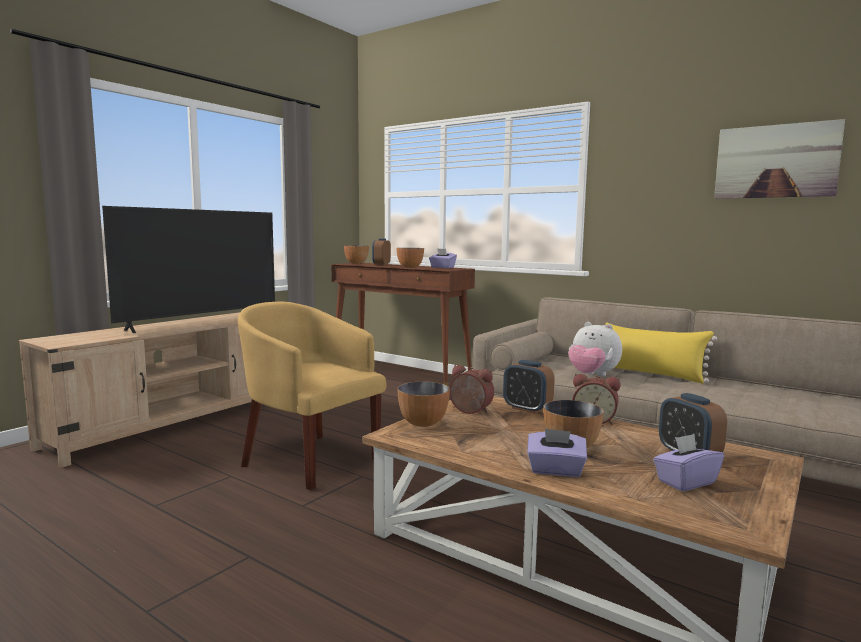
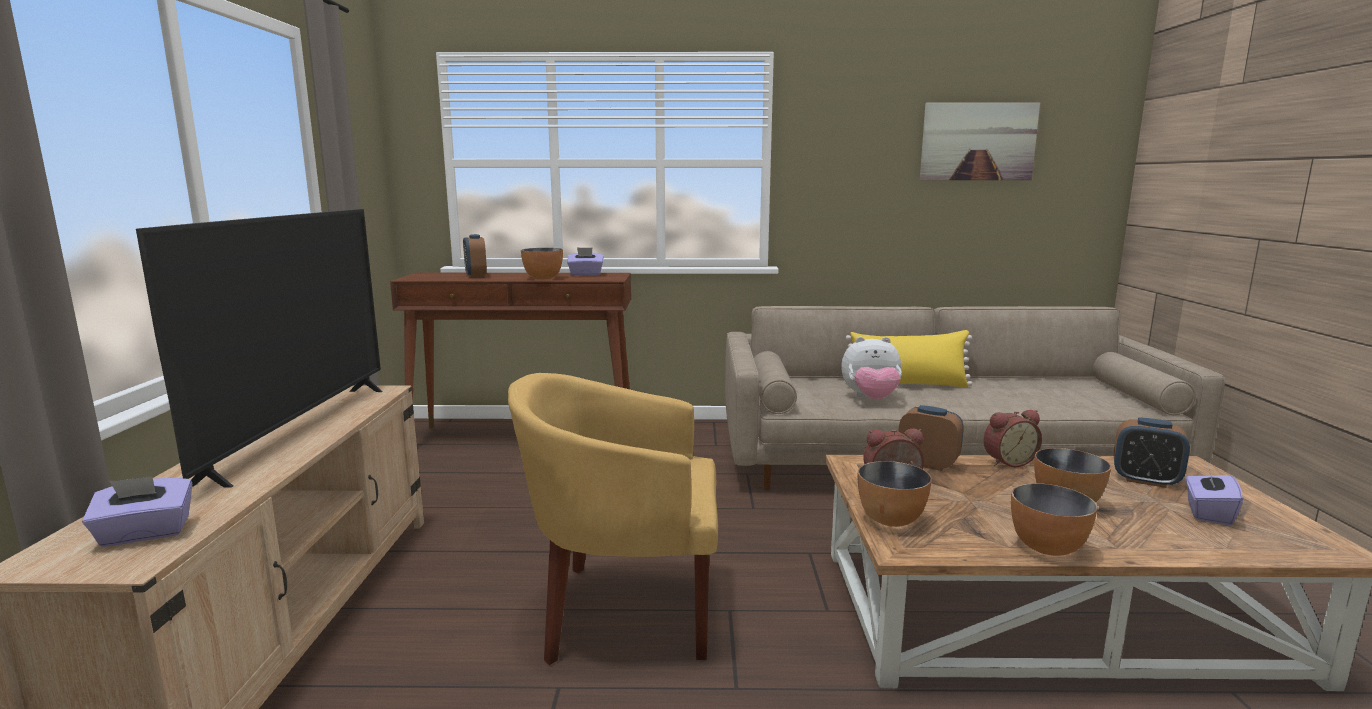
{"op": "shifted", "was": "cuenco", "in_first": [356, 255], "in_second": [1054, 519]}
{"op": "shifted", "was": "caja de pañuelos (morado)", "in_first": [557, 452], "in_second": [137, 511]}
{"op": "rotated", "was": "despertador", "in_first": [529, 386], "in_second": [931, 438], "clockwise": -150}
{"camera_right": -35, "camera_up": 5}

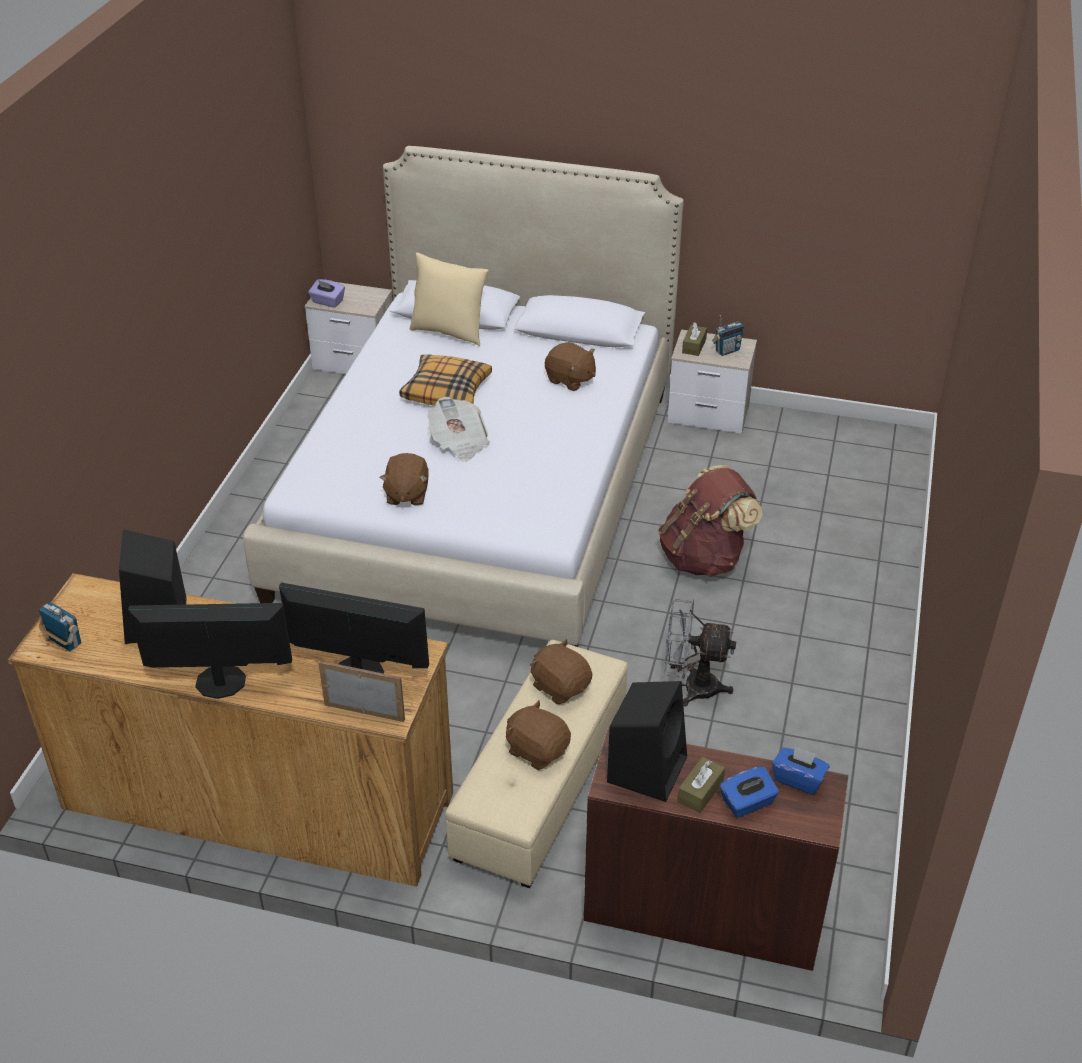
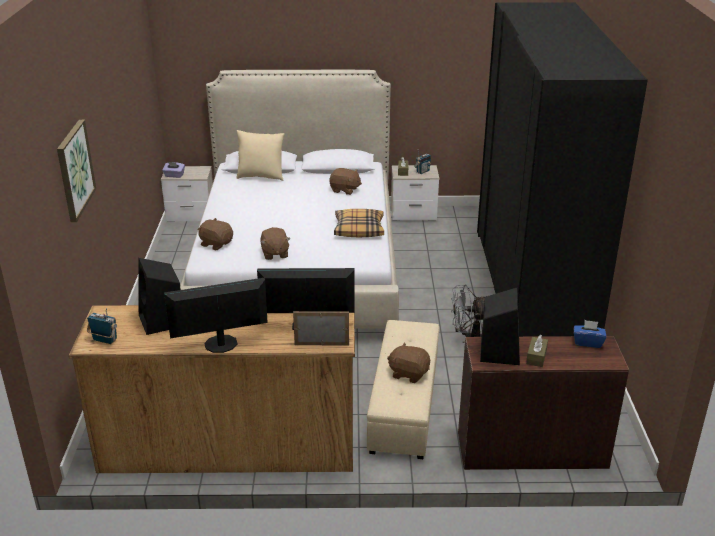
{"op": "gone", "was": "periódico", "in_first": [458, 429]}
{"op": "gone", "was": "mochila (marrón)", "in_first": [710, 521]}
{"op": "gone", "was": "caja de pañuelos (azul)", "in_first": [749, 792]}
{"op": "new", "now": "cuadro", "in_second": [76, 171]}
{"op": "new", "now": "armario ropero (negro)", "in_second": [562, 169]}
{"op": "shifted", "was": "cojín", "in_first": [445, 380], "in_second": [359, 223]}
{"op": "shifted", "was": "peluche (marrón)", "in_first": [561, 671], "in_second": [215, 234]}
{"camera_right": -15, "camera_up": -10}

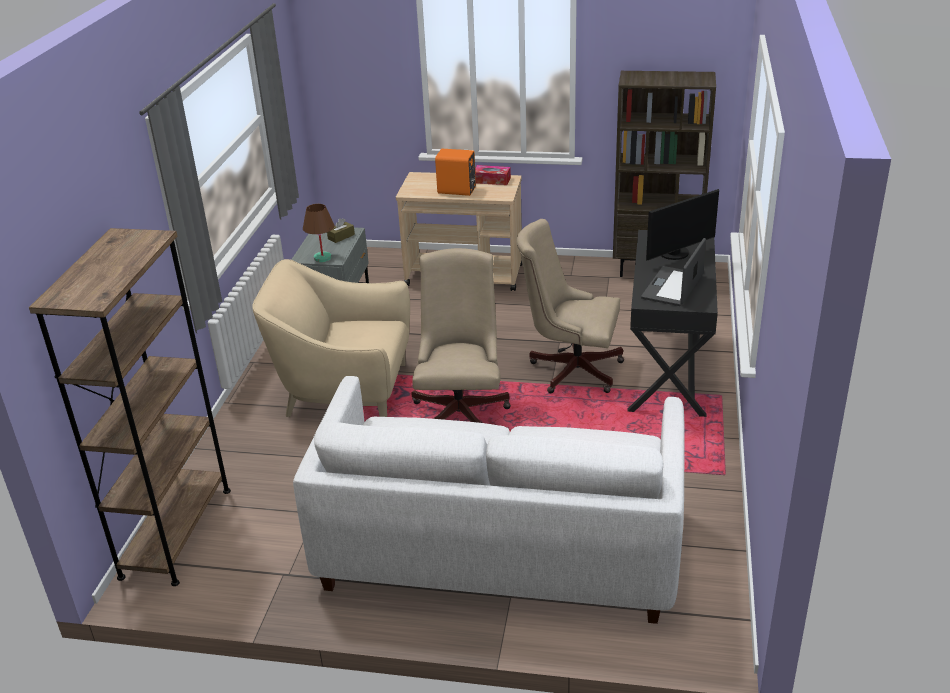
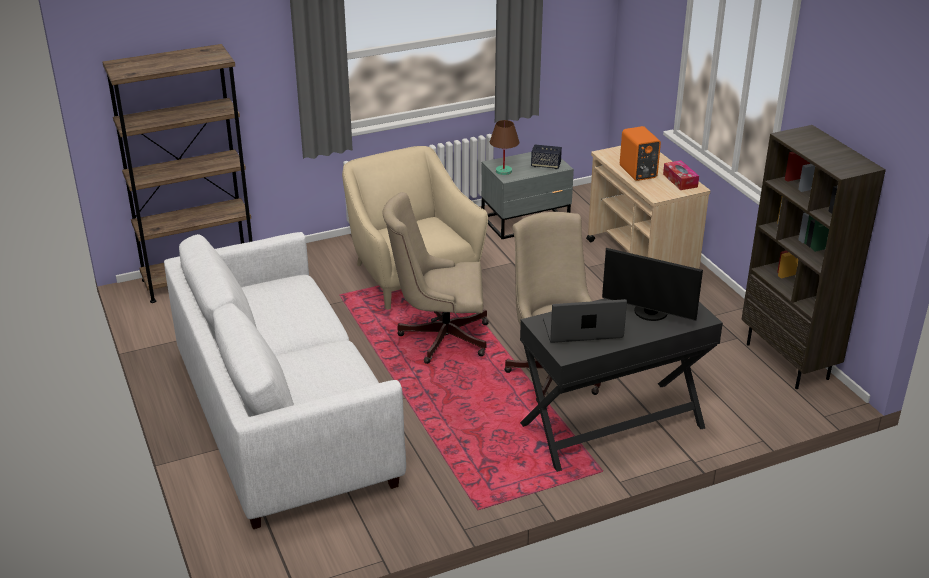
{"op": "swapped", "was": "caja de pañuelos (marrón)", "now": "altavoz", "in_first": [341, 230], "in_second": [546, 156]}
{"op": "rotated", "was": "silla de oficina (beis)", "in_first": [461, 335], "in_second": [435, 278], "clockwise": -150}
{"camera_right": 55, "camera_up": 0}

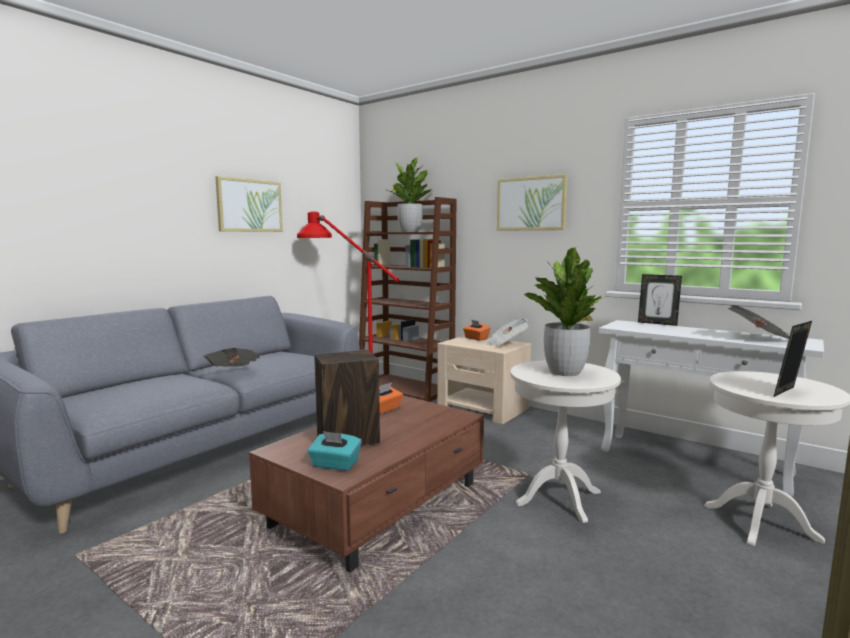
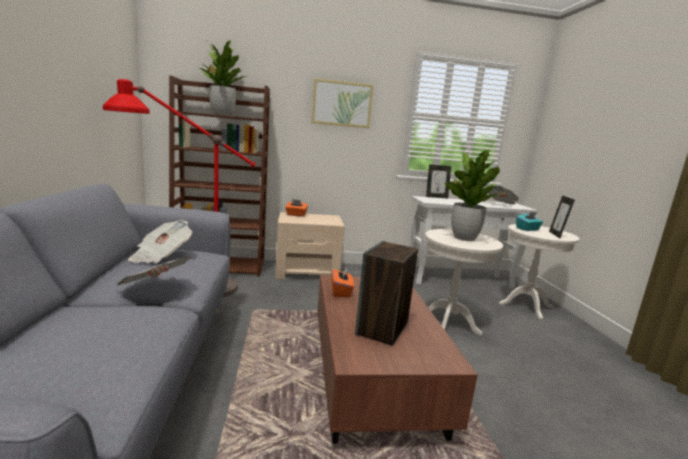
{"op": "gone", "was": "cuadro", "in_first": [249, 204]}
{"op": "shifted", "was": "caja de pañuelos (turquesa)", "in_first": [335, 451], "in_second": [529, 221]}
{"op": "shifted", "was": "periódico", "in_first": [506, 332], "in_second": [160, 241]}
{"camera_right": -45, "camera_up": 5}

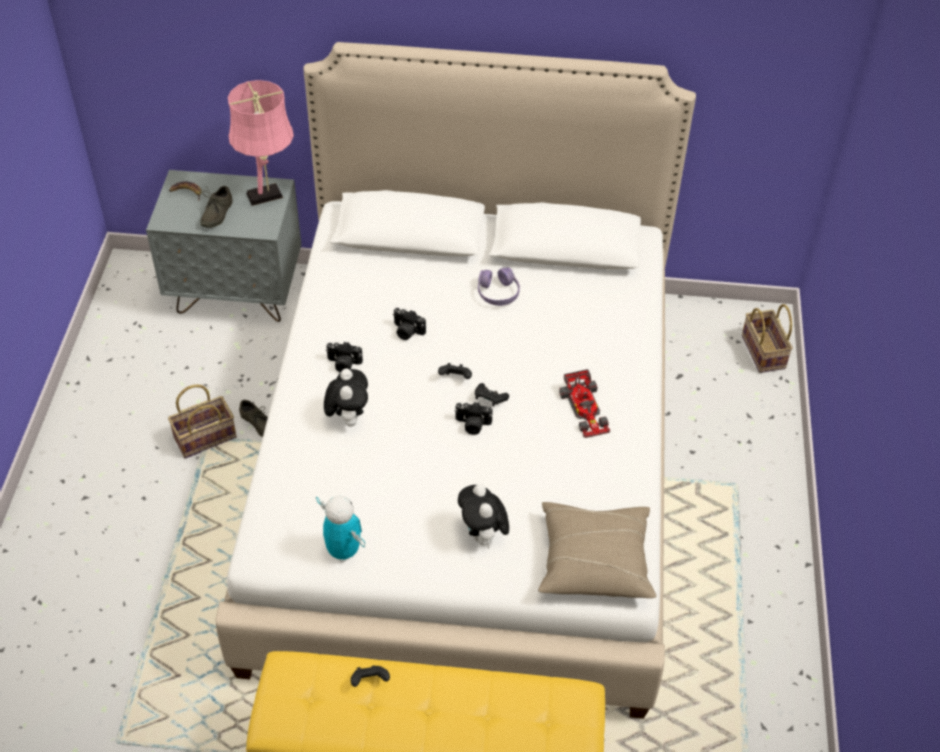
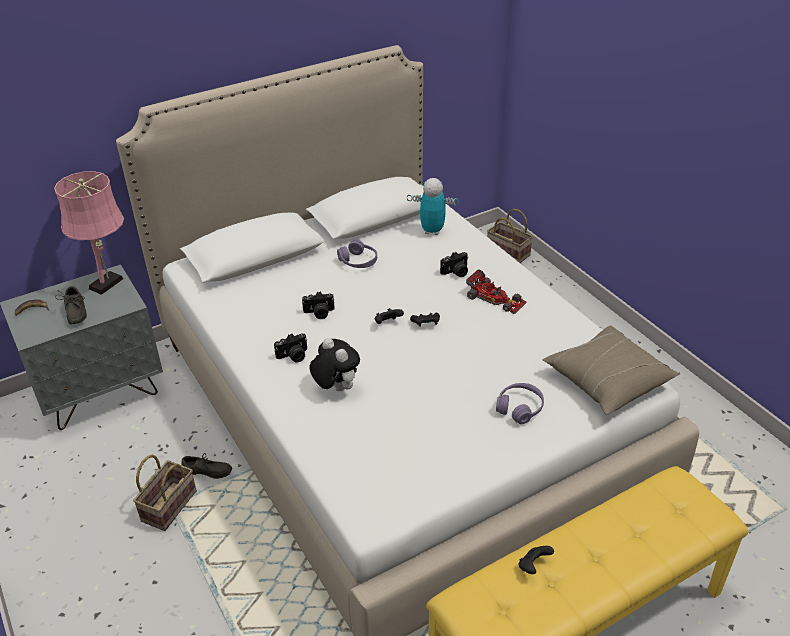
{"op": "shifted", "was": "robot de juguete", "in_first": [340, 529], "in_second": [433, 206]}
{"op": "shifted", "was": "cámara", "in_first": [474, 418], "in_second": [454, 264]}
{"op": "swapped", "was": "peluche", "now": "auriculares (morado)", "in_first": [483, 517], "in_second": [520, 403]}
{"camera_right": -35, "camera_up": -10}

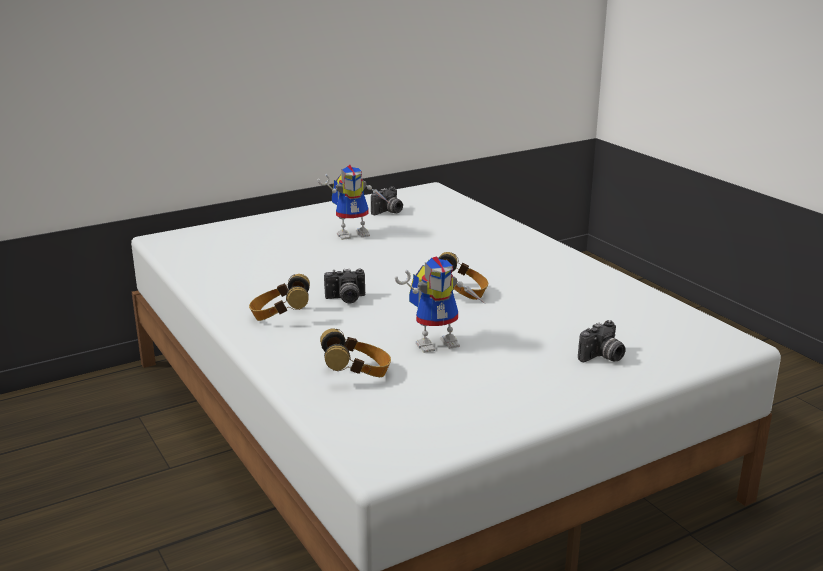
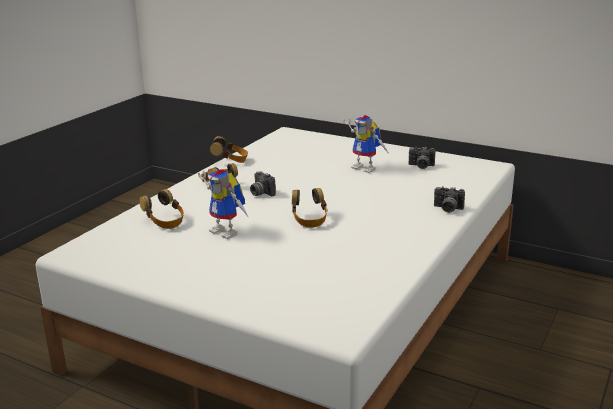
{"op": "new", "now": "auriculares", "in_second": [229, 149]}
{"op": "shifted", "was": "cámara", "in_first": [602, 341], "in_second": [449, 199]}
{"camera_right": 60, "camera_up": 0}

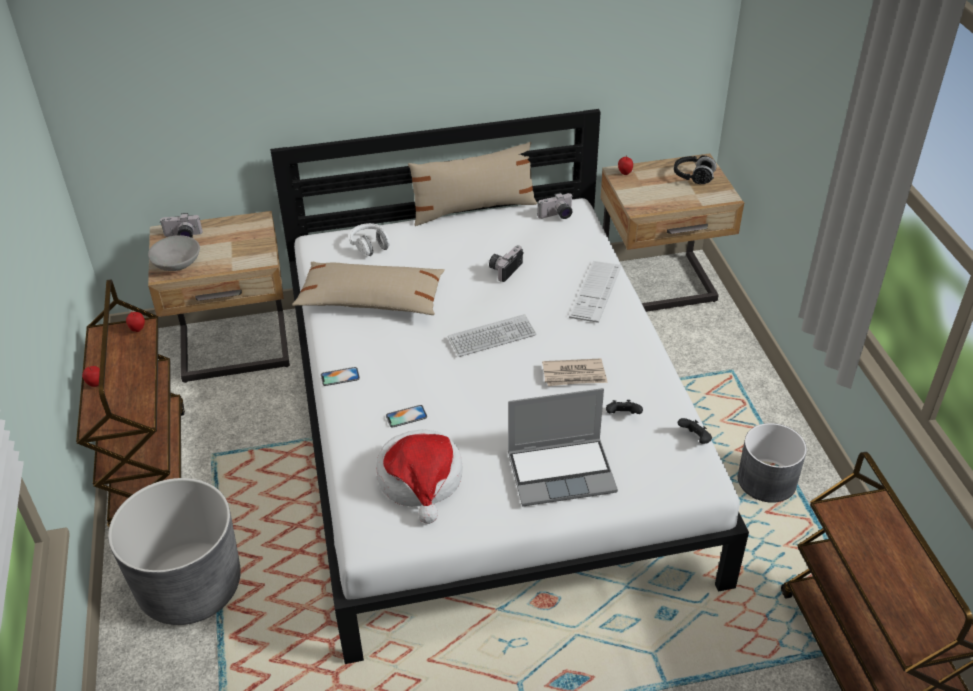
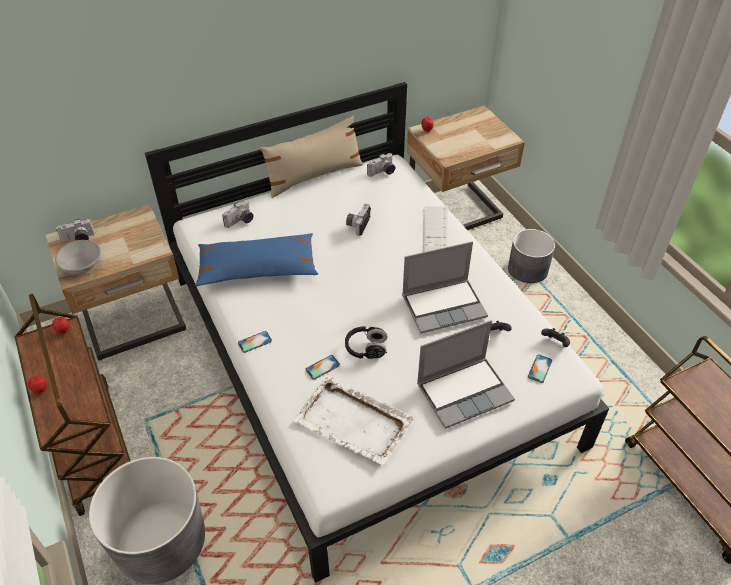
{"op": "gone", "was": "teclado", "in_first": [492, 335]}
{"op": "new", "now": "móvil", "in_second": [540, 368]}
{"op": "shifted", "was": "auriculares (negro)", "in_first": [695, 169], "in_second": [366, 342]}
{"op": "shifted", "was": "maceta (gris)", "in_first": [772, 463], "in_second": [531, 256]}
{"op": "swapped", "was": "auriculares (blanco)", "now": "cámara", "in_first": [369, 239], "in_second": [237, 214]}
{"op": "swapped", "was": "sombrero", "now": "bandeja (blanco)", "in_first": [419, 476], "in_second": [353, 420]}
{"op": "swapped", "was": "periódico", "now": "portátil", "in_first": [575, 372], "in_second": [445, 288]}
{"op": "repainted", "was": "cojín (beis)", "now": "cojín (azul)", "in_first": [368, 288], "in_second": [256, 259]}
{"camera_right": -15, "camera_up": 5}

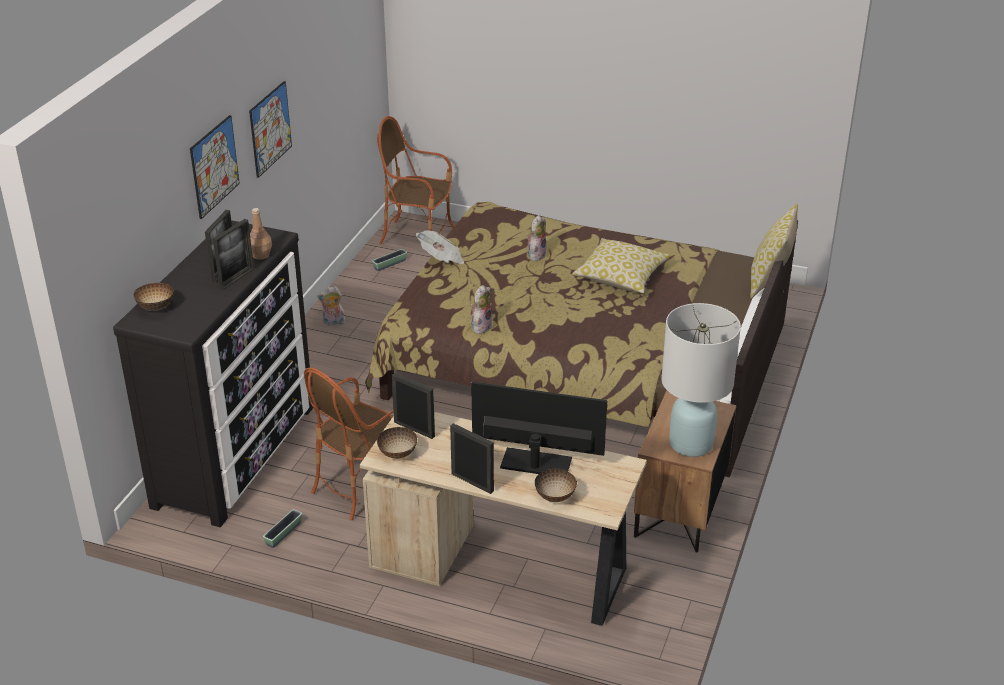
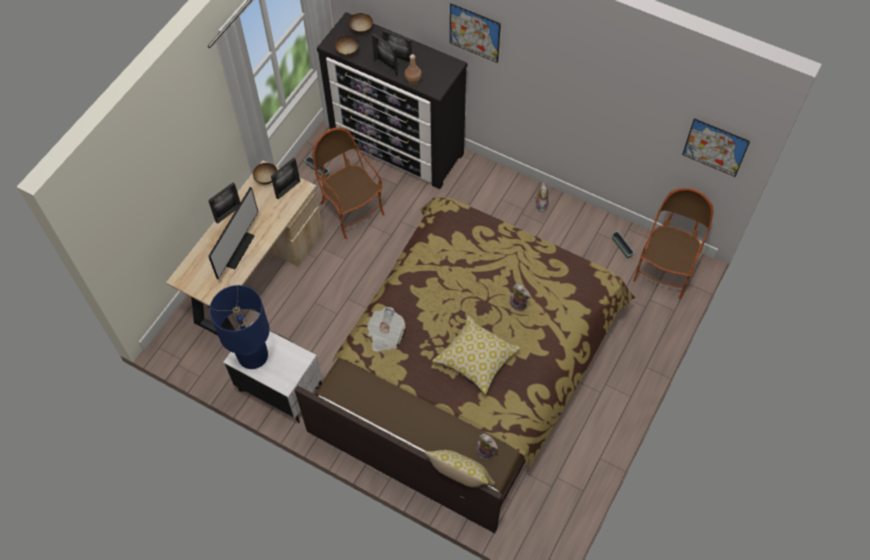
{"op": "shifted", "was": "cuadro", "in_first": [270, 129], "in_second": [716, 147]}
{"op": "shifted", "was": "periódico", "in_first": [440, 247], "in_second": [386, 329]}
{"op": "shifted", "was": "peluche", "in_first": [481, 309], "in_second": [487, 447]}
{"op": "shifted", "was": "cuenco", "in_first": [556, 485], "in_second": [347, 45]}
{"op": "repainted", "was": "mesita de noche (marrón)", "now": "mesita de noche (blanco)", "in_first": [685, 472], "in_second": [272, 372]}
{"op": "repainted", "was": "lámpara de mesa (blanco)", "now": "lámpara de mesa (azul)", "in_first": [701, 380], "in_second": [239, 327]}
{"camera_right": 100, "camera_up": 25}

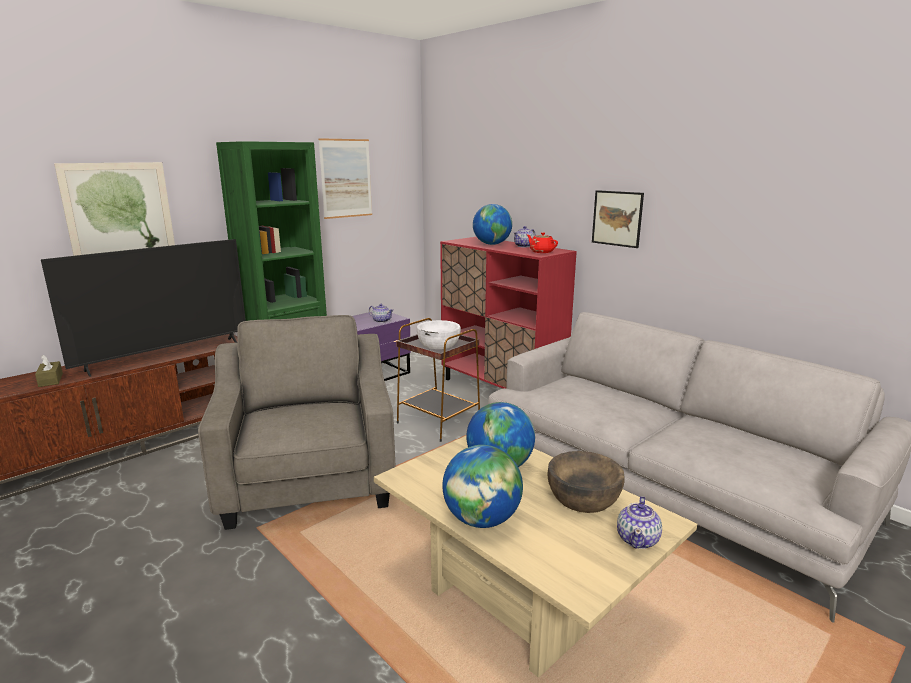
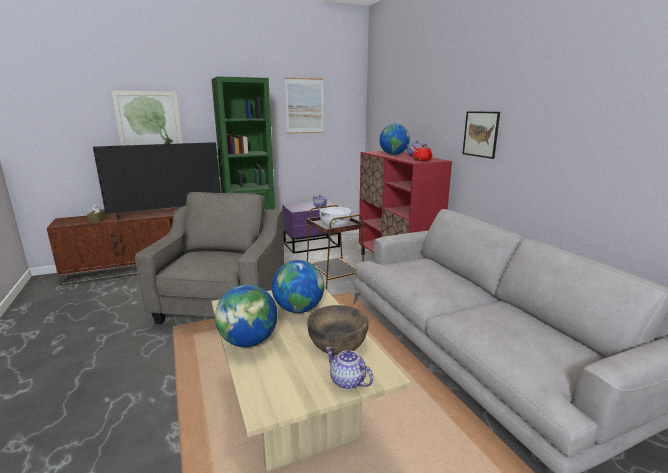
{"op": "rotated", "was": "tetera", "in_first": [639, 522], "in_second": [349, 368], "clockwise": 90}
{"camera_right": 20, "camera_up": 0}

